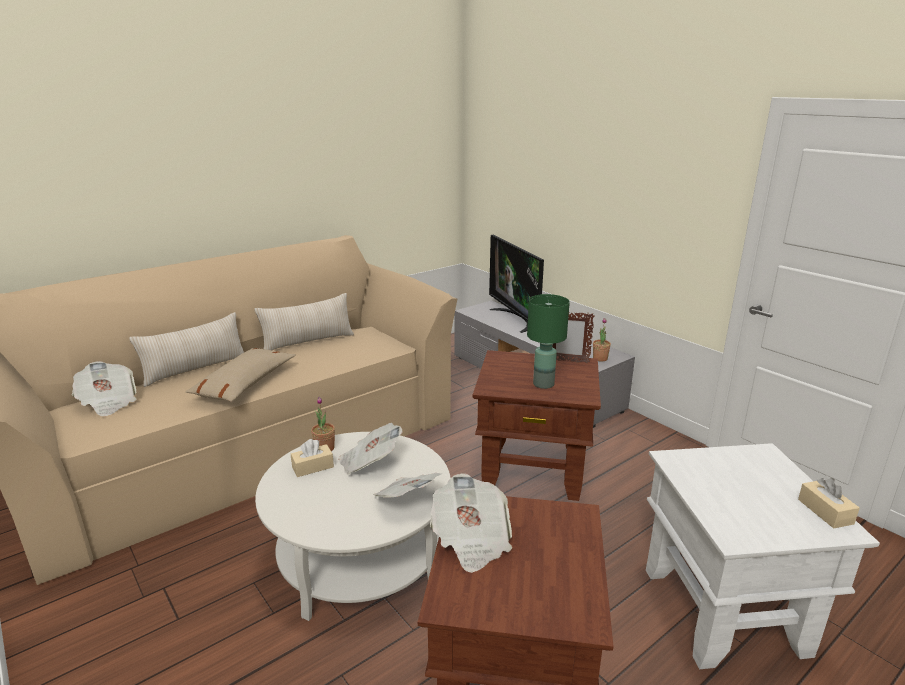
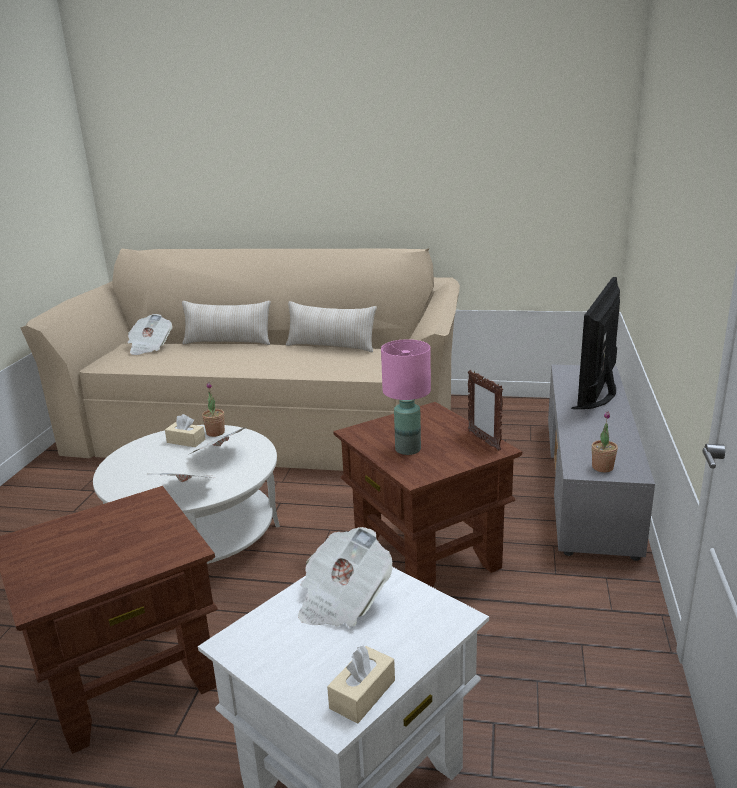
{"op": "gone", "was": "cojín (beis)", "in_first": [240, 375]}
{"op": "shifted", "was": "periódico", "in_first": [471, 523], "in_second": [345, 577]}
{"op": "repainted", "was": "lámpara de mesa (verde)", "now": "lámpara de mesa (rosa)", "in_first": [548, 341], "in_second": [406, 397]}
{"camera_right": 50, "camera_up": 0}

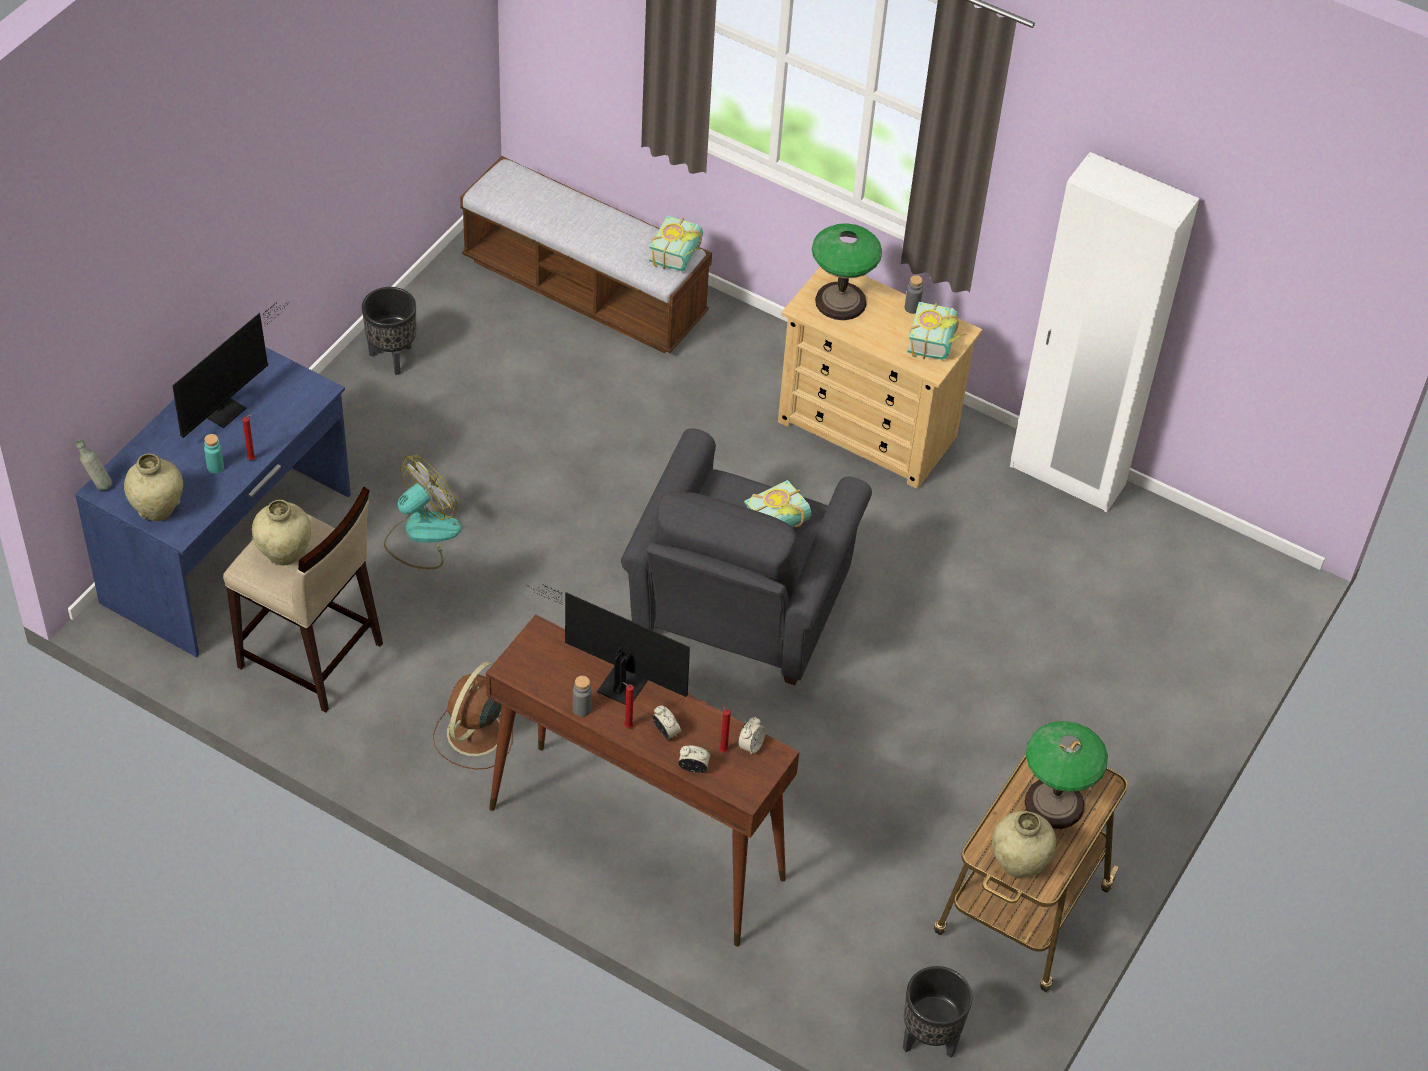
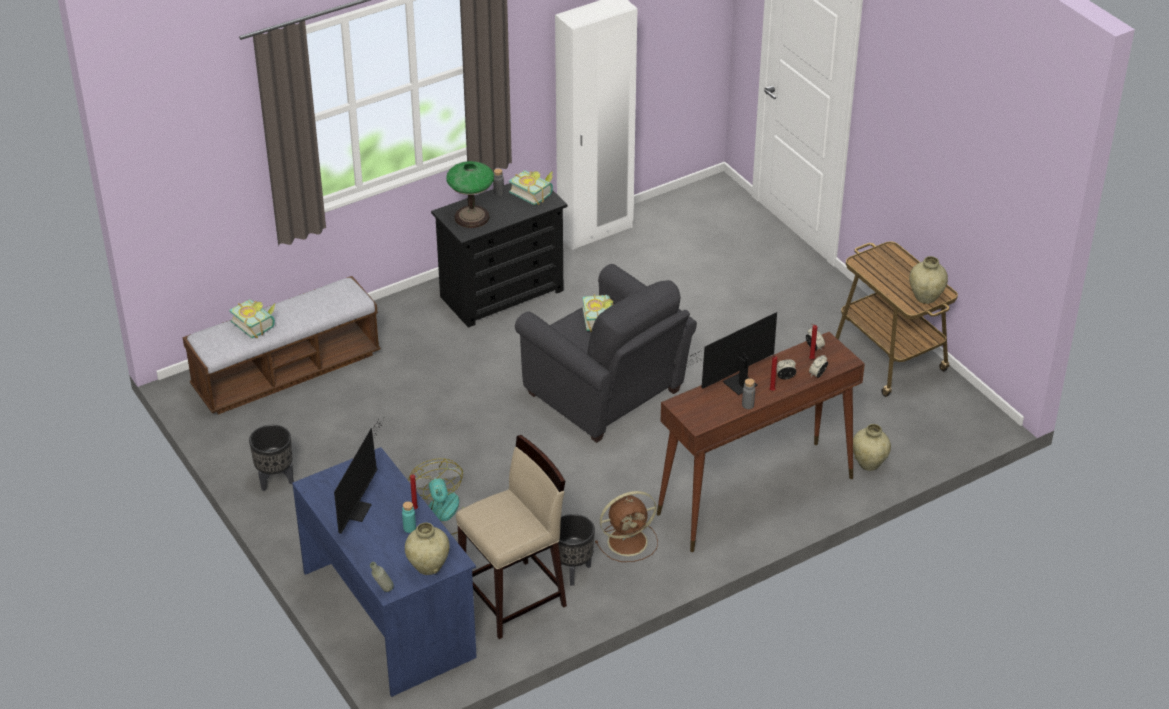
{"op": "gone", "was": "lámpara de mesa", "in_first": [1066, 775]}
{"op": "shifted", "was": "florero (beis)", "in_first": [281, 532], "in_second": [872, 447]}
{"op": "shifted", "was": "libro", "in_first": [676, 243], "in_second": [252, 318]}
{"op": "shifted", "was": "maceta (negro)", "in_first": [937, 1012], "in_second": [576, 550]}
{"op": "repainted", "was": "cómoda (beis)", "now": "cómoda (negro)", "in_first": [880, 378], "in_second": [499, 255]}
{"op": "rotated", "was": "monitor", "in_first": [228, 370], "in_second": [358, 478], "clockwise": 45}
{"op": "rotated", "was": "ventilador (marrón)", "in_first": [473, 716], "in_second": [626, 526], "clockwise": -75}
{"camera_right": -60, "camera_up": -10}

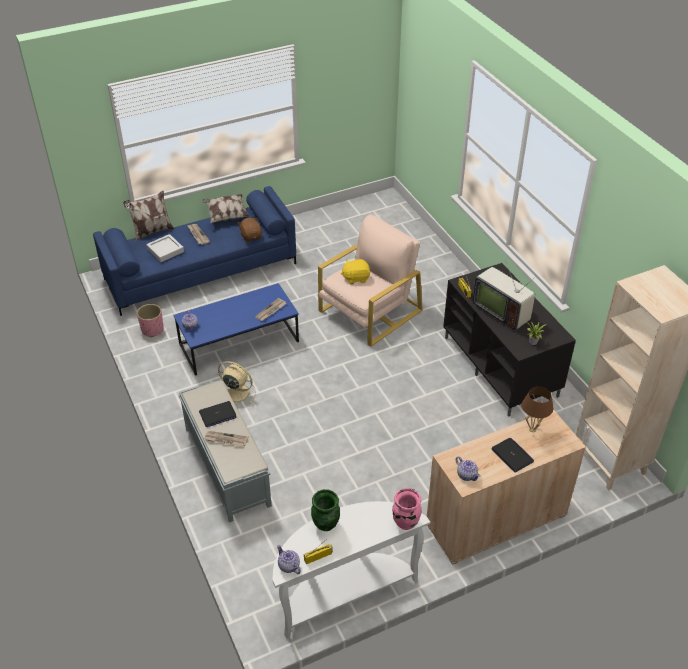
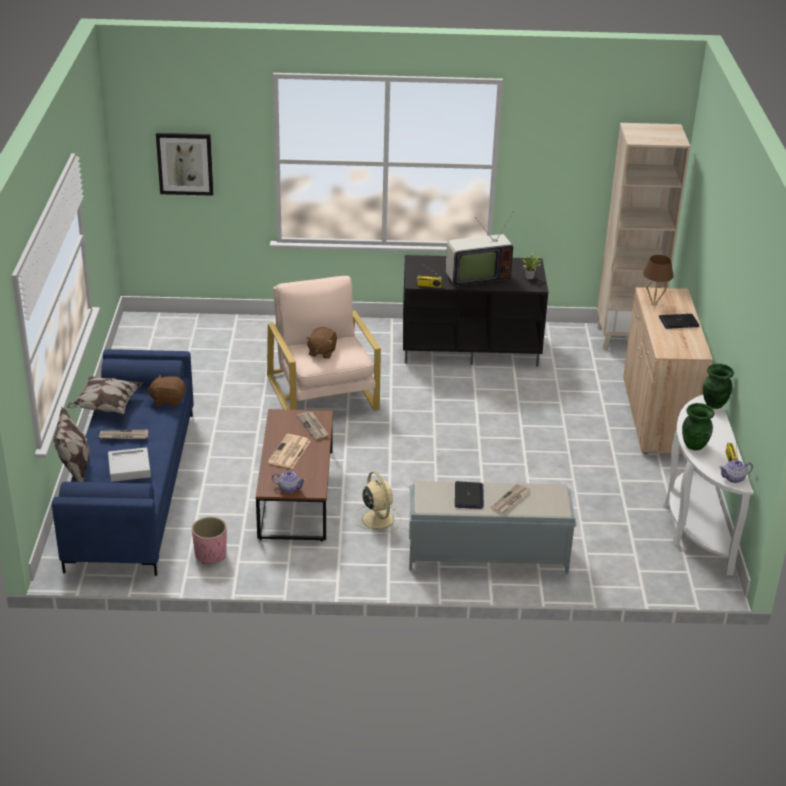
{"op": "gone", "was": "tetera", "in_first": [468, 468]}
{"op": "new", "now": "cuadro", "in_second": [184, 164]}
{"op": "new", "now": "periódico", "in_second": [289, 451]}
{"op": "repainted", "was": "mesa de centro (azul)", "now": "mesa de centro (marrón)", "in_first": [236, 329], "in_second": [294, 475]}
{"op": "repainted", "was": "peluche (amarillo)", "now": "peluche (marrón)", "in_first": [355, 271], "in_second": [321, 343]}
{"op": "repainted", "was": "florero (rosa)", "now": "florero (verde)", "in_first": [407, 509], "in_second": [718, 386]}
{"op": "rotated", "was": "ventilador (beis)", "in_first": [237, 383], "in_second": [377, 504], "clockwise": 105}
{"camera_right": -65, "camera_up": -10}

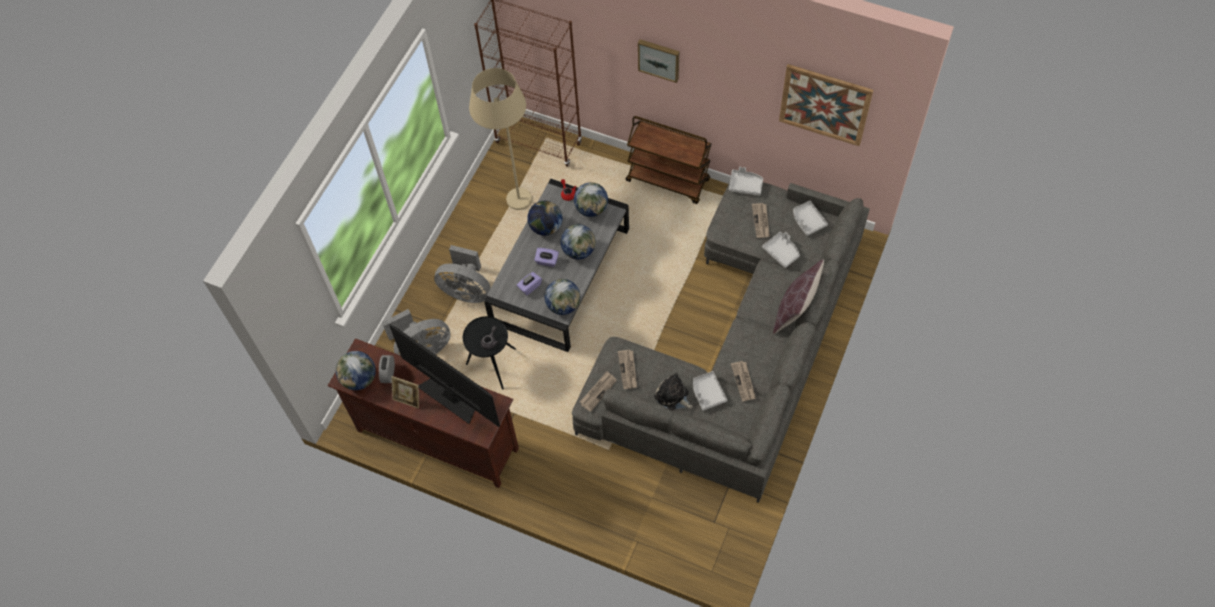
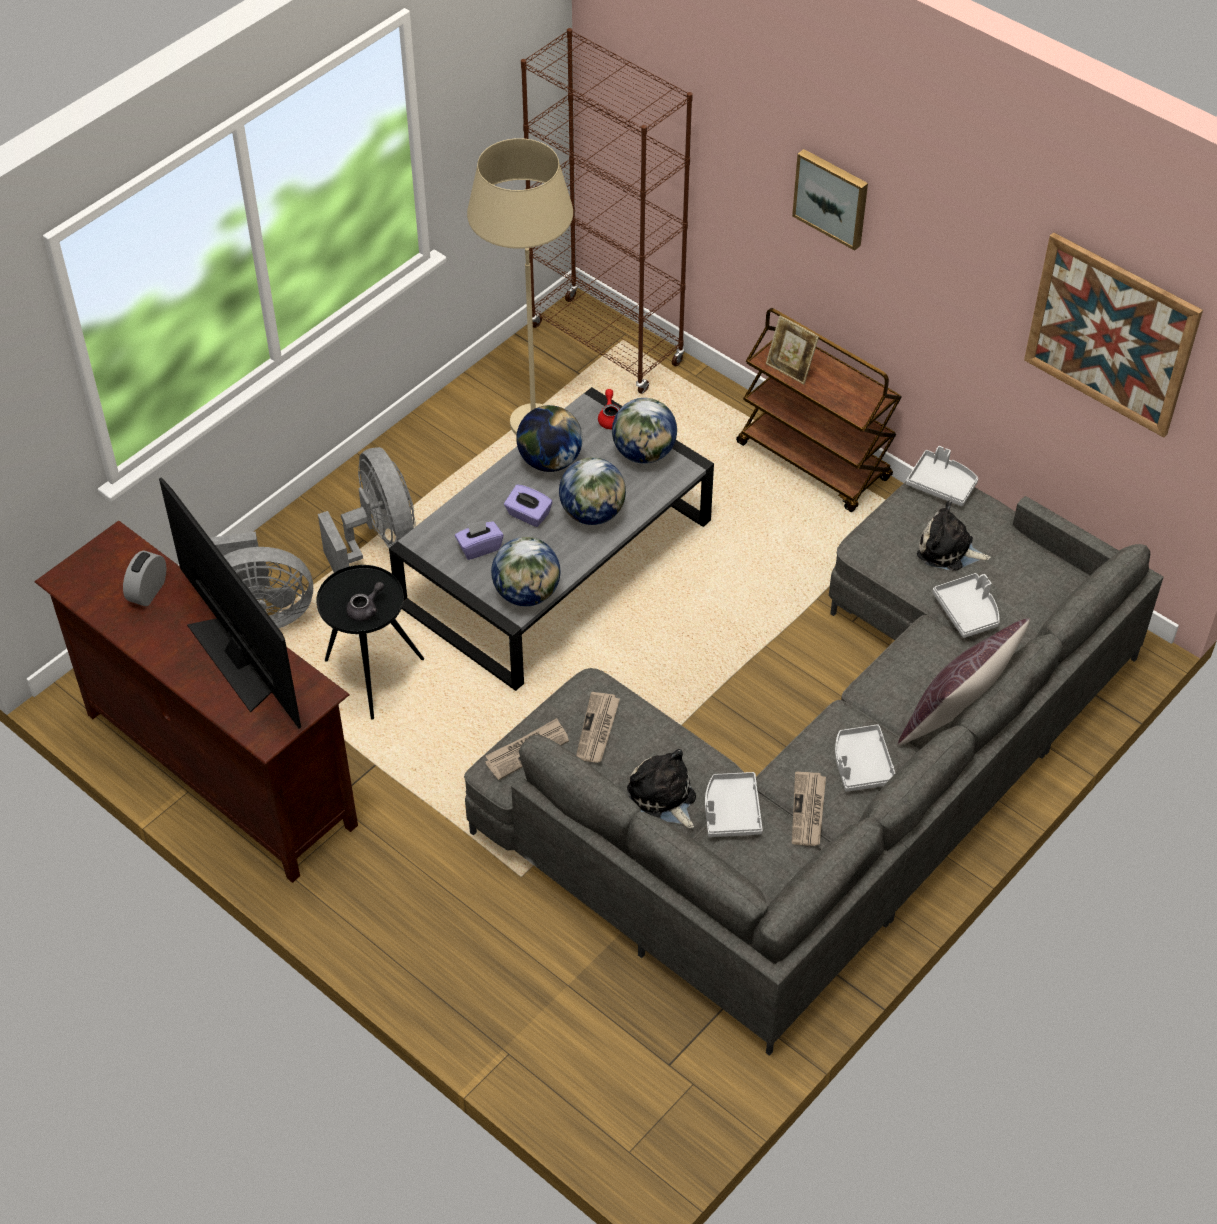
{"op": "gone", "was": "globo terráqueo", "in_first": [356, 370]}
{"op": "shifted", "was": "portarretratos", "in_first": [405, 392], "in_second": [792, 349]}
{"op": "shifted", "was": "bandeja (gris)", "in_first": [810, 218], "in_second": [865, 758]}
{"op": "swapped", "was": "periódico", "now": "peluche", "in_first": [761, 220], "in_second": [954, 536]}
{"op": "rotated", "was": "ventilador (gris)", "in_first": [462, 274], "in_second": [367, 510], "clockwise": -150}
{"camera_right": 15, "camera_up": -10}

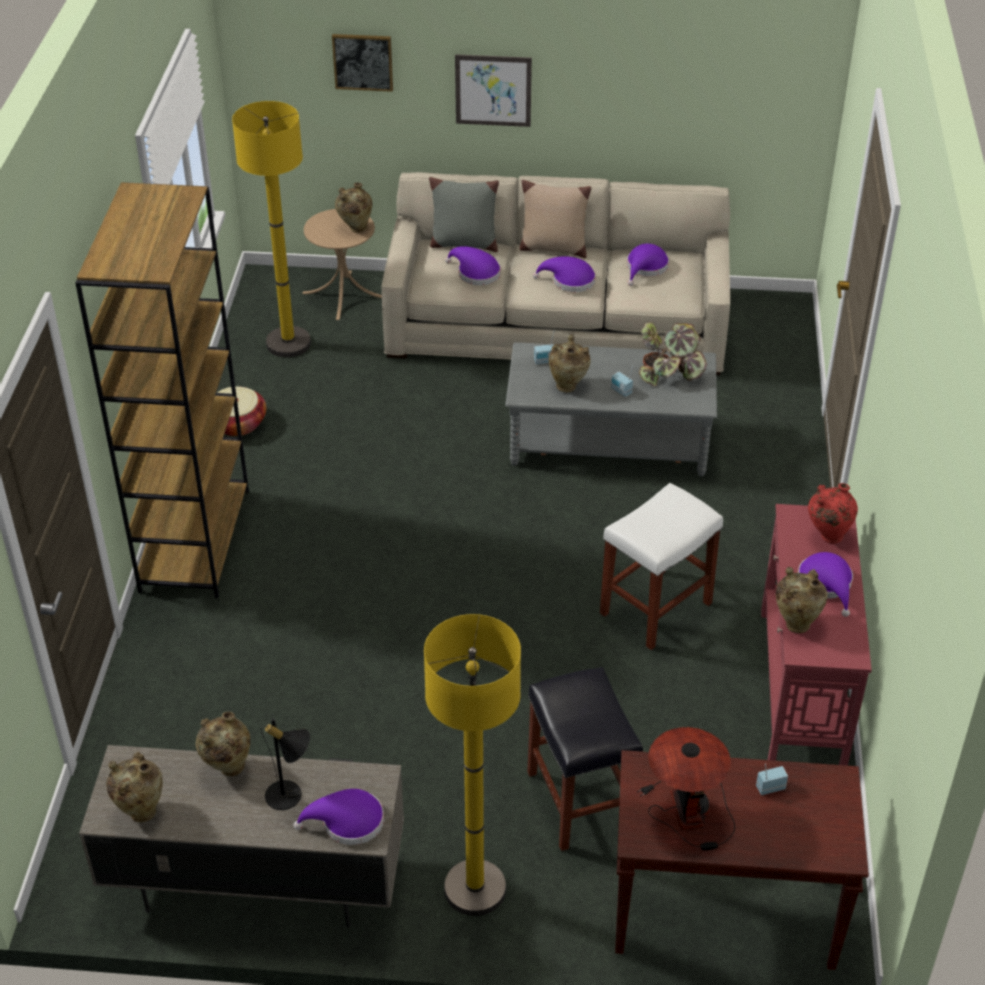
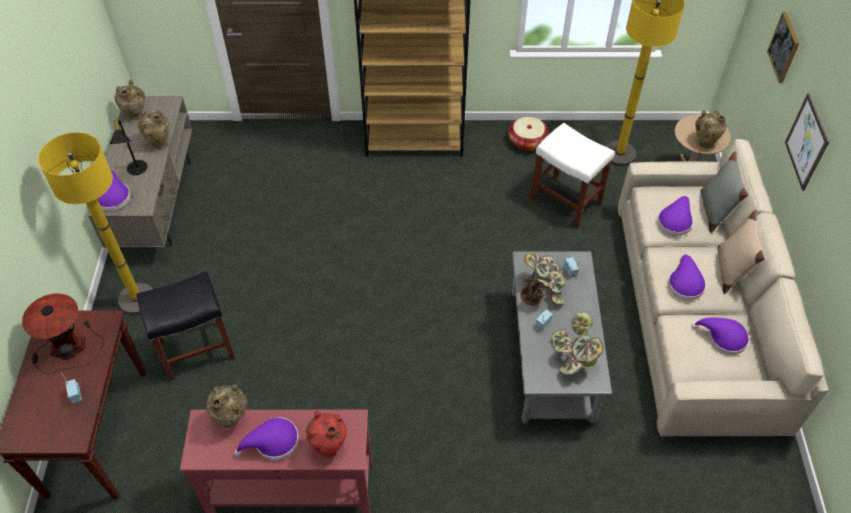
{"op": "shifted", "was": "taburete (blanco)", "in_first": [661, 566], "in_second": [572, 175]}
{"op": "swapped", "was": "florero (beis)", "now": "planta en maceta", "in_first": [569, 363], "in_second": [542, 278]}
{"camera_right": 85, "camera_up": 10}

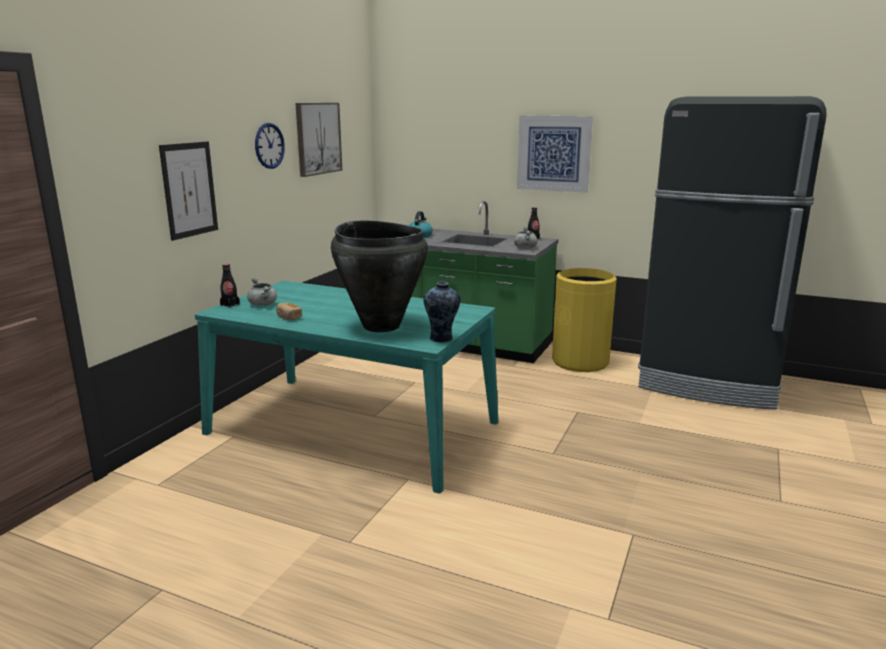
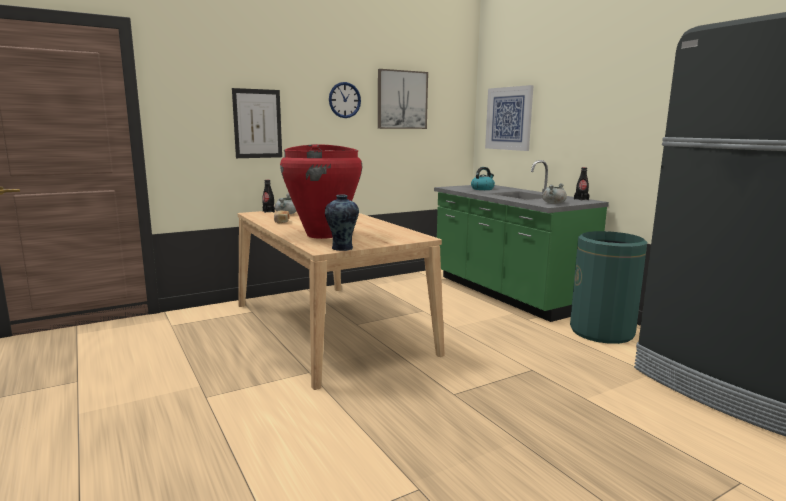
{"op": "shifted", "was": "cuadro", "in_first": [555, 154], "in_second": [509, 118]}
{"op": "repainted", "was": "mesa de comedor (turquesa)", "now": "mesa de comedor (beis)", "in_first": [346, 387], "in_second": [341, 300]}
{"op": "repainted", "was": "florero (negro)", "now": "florero (rojo)", "in_first": [379, 276], "in_second": [321, 191]}
{"op": "repainted", "was": "papelera (amarillo)", "now": "papelera (verde)", "in_first": [584, 320], "in_second": [608, 287]}
{"camera_right": 35, "camera_up": -5}

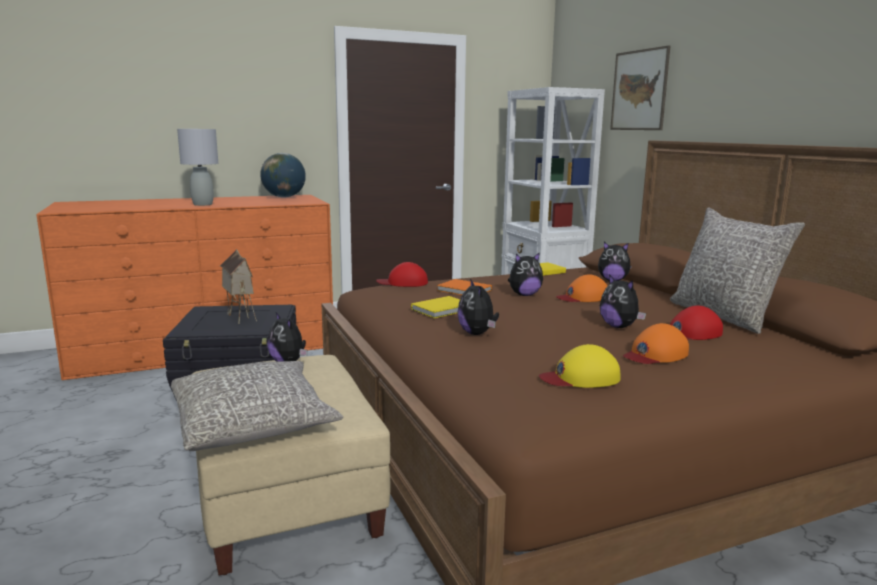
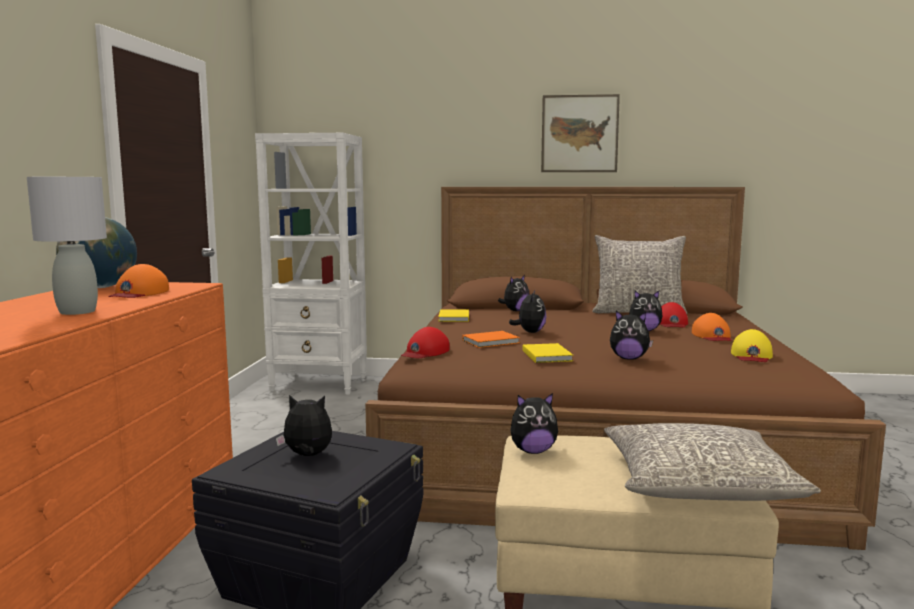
{"op": "shifted", "was": "gorra (naranja)", "in_first": [581, 288], "in_second": [138, 281]}
{"op": "shifted", "was": "cuadro", "in_first": [640, 87], "in_second": [580, 133]}
{"op": "swapped", "was": "casita", "now": "peluche", "in_first": [238, 286], "in_second": [304, 425]}
{"camera_right": -60, "camera_up": -5}

